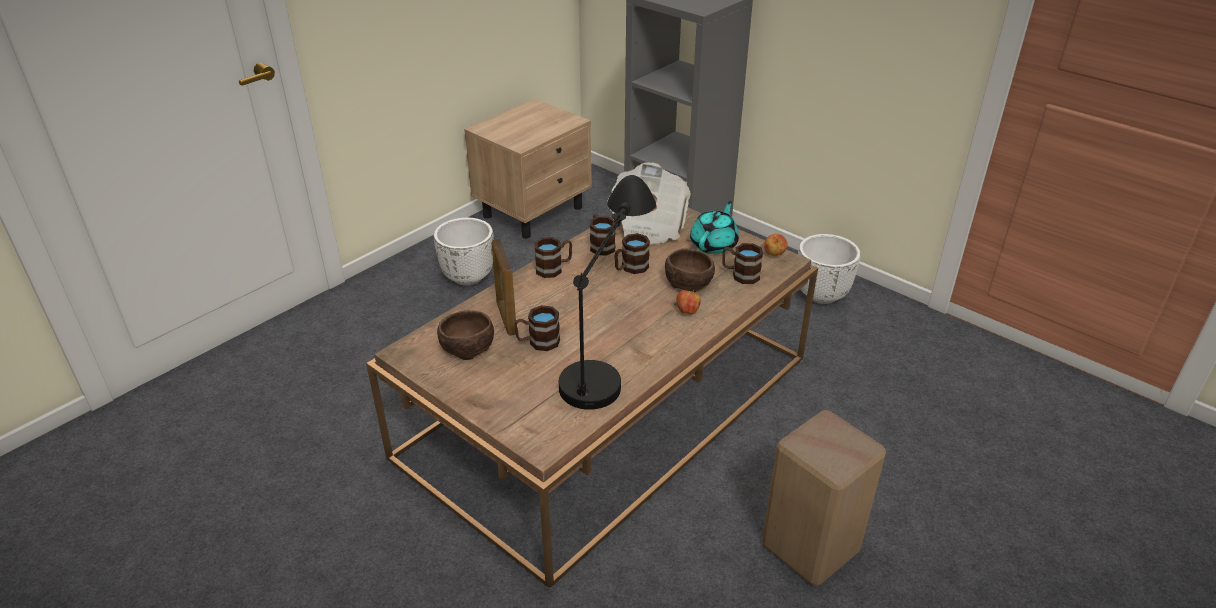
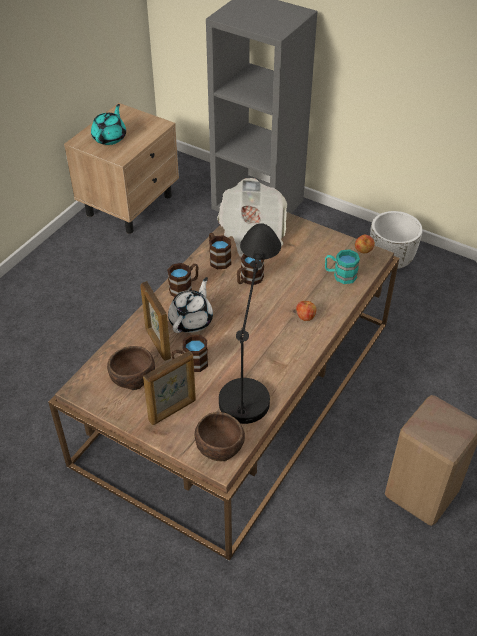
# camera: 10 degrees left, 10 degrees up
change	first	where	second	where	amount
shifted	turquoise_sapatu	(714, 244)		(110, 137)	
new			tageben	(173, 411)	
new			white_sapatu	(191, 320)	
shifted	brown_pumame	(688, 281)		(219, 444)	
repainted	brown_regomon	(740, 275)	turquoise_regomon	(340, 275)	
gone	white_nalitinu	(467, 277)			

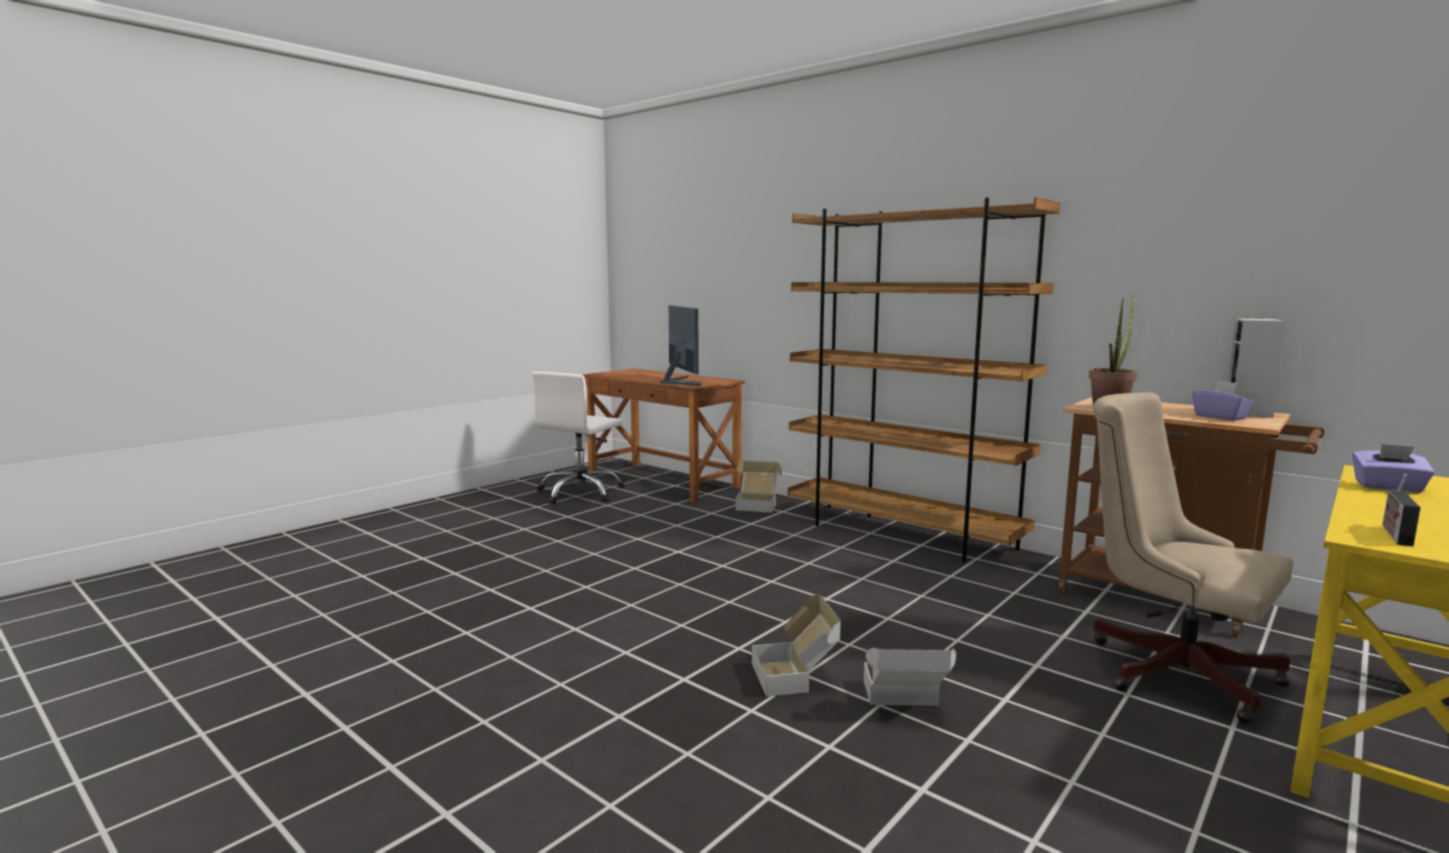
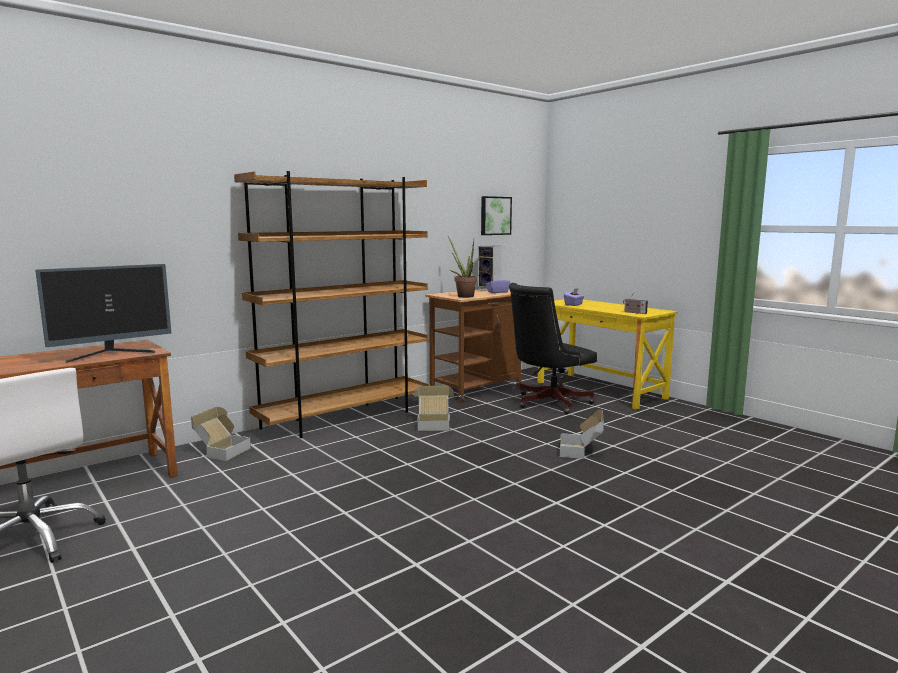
# camera: 80 degrees left, 0 degrees up
change	first	where	second	where	amount
rotated	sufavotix	(680, 382)		(112, 354)	150 degrees clockwise
shifted	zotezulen	(796, 676)		(433, 424)	
new			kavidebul	(495, 215)	
repainted	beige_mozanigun	(1170, 668)	black_mozanigun	(547, 403)	

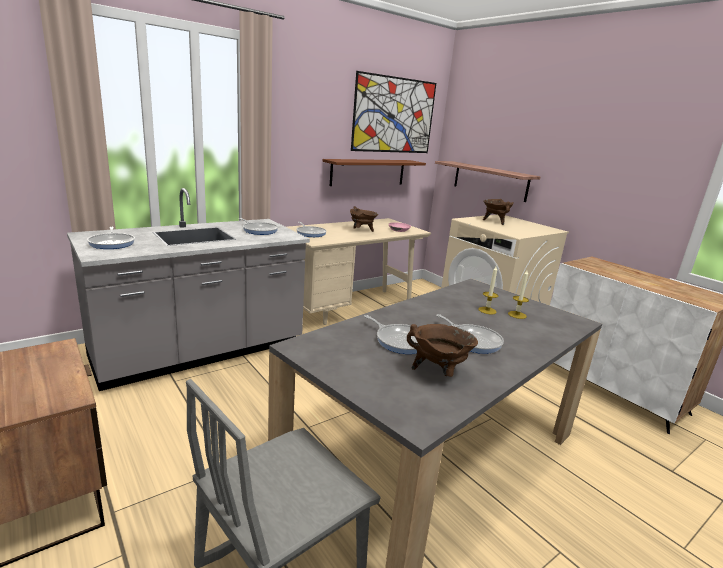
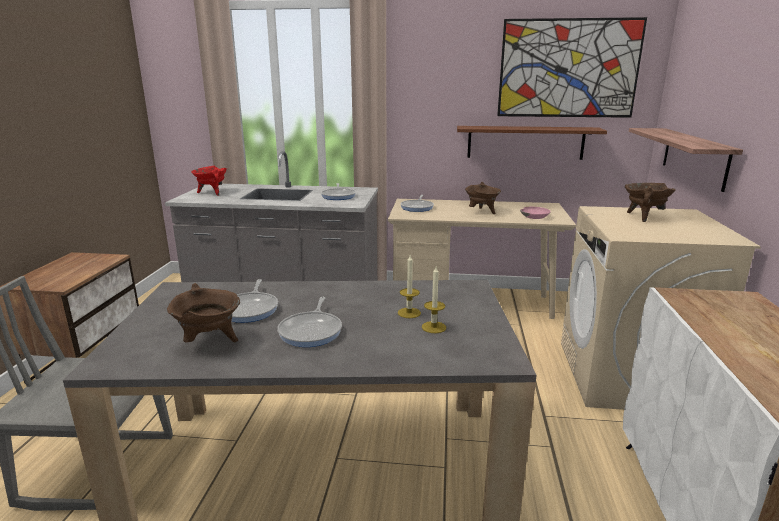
# camera: 45 degrees right, 0 degrees up
change	first	where	second	where	amount
swapped	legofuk	(112, 243)	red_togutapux	(211, 193)	

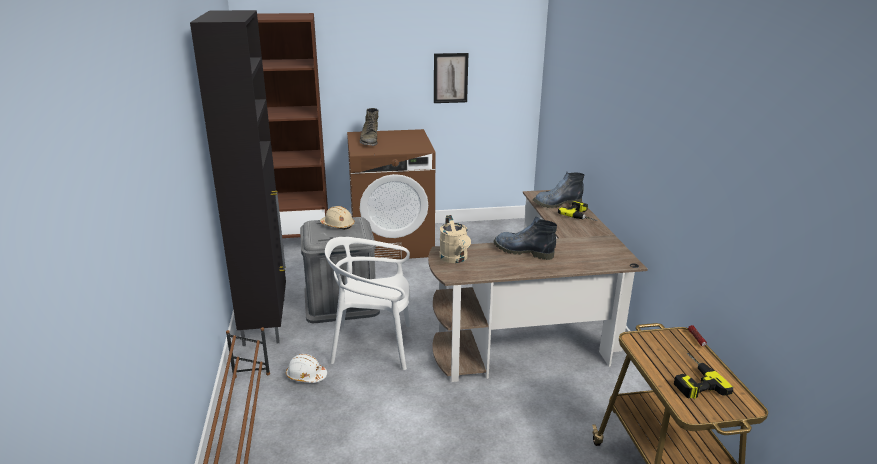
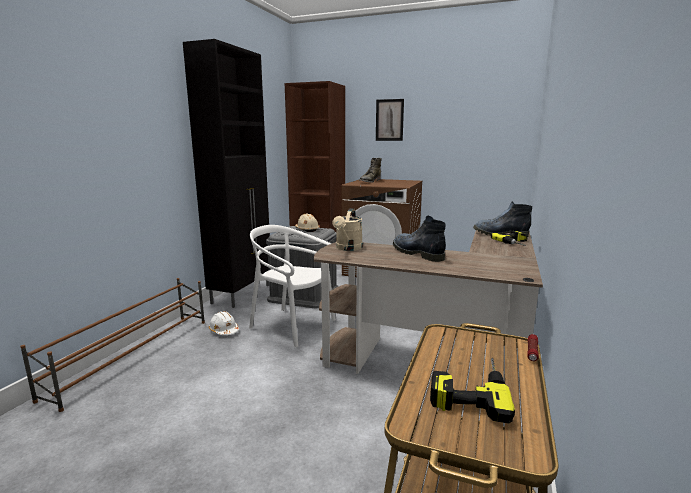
# camera: 30 degrees right, 10 degrees down
change	first	where	second	where	amount
shifted	kavidebul	(450, 78)		(389, 120)	

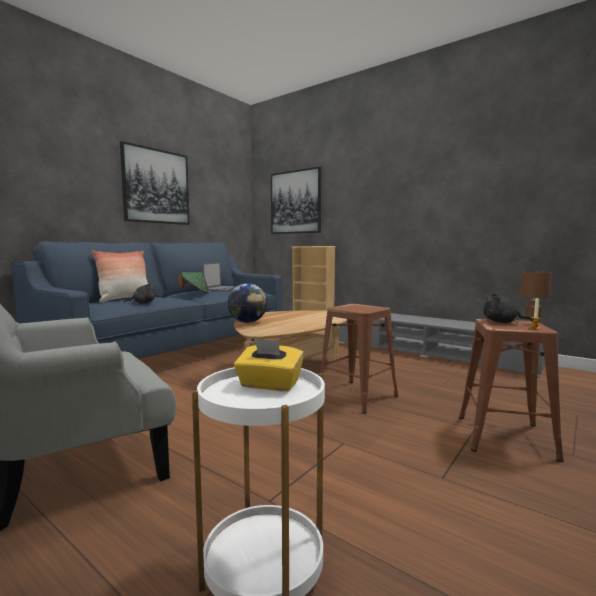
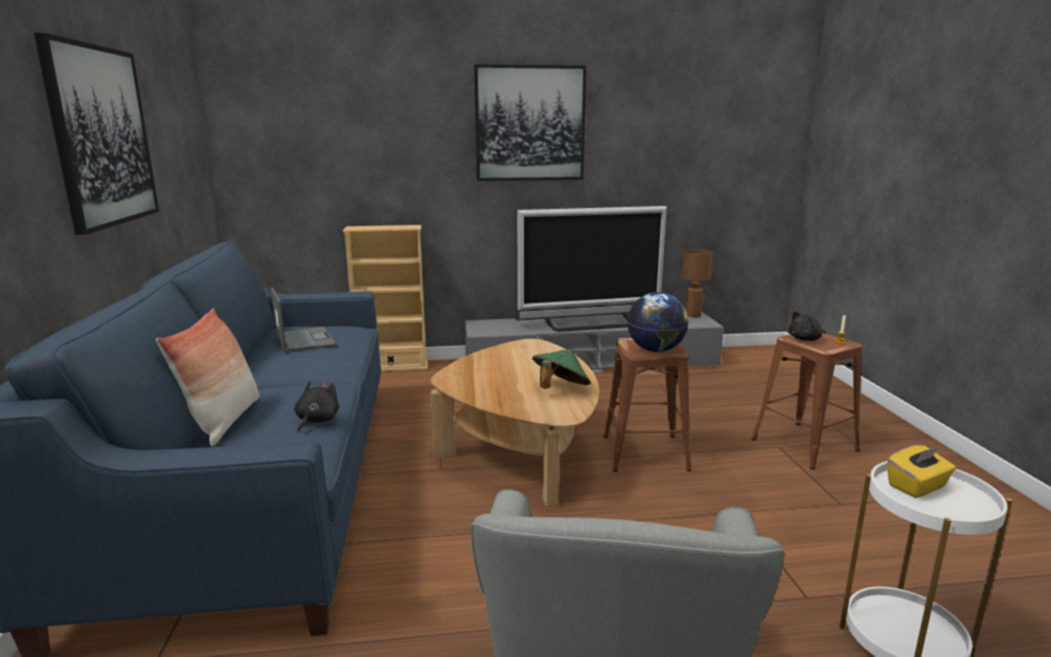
# camera: 45 degrees left, 10 degrees up
change	first	where	second	where	amount
shifted	kavidebul	(295, 202)		(530, 124)	
new			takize	(591, 323)	
shifted	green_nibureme	(195, 293)		(560, 389)	
shifted	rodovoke	(247, 322)		(656, 350)	

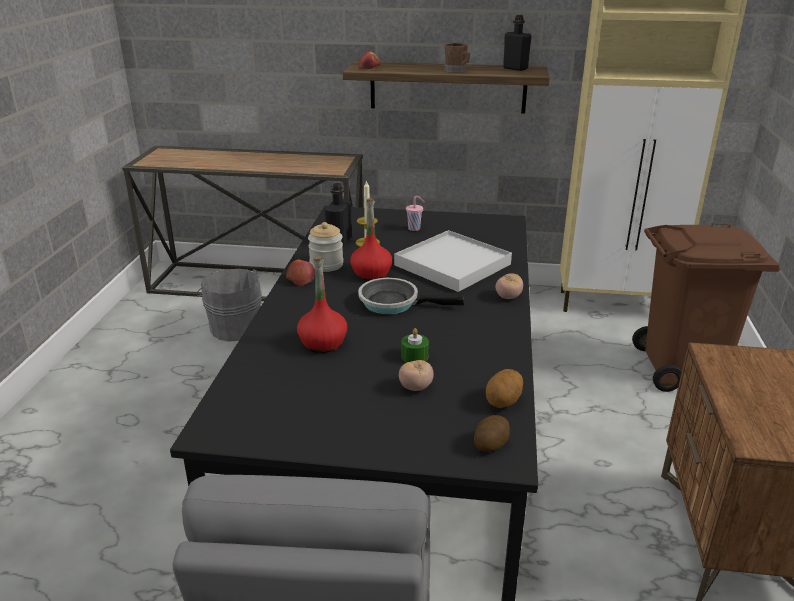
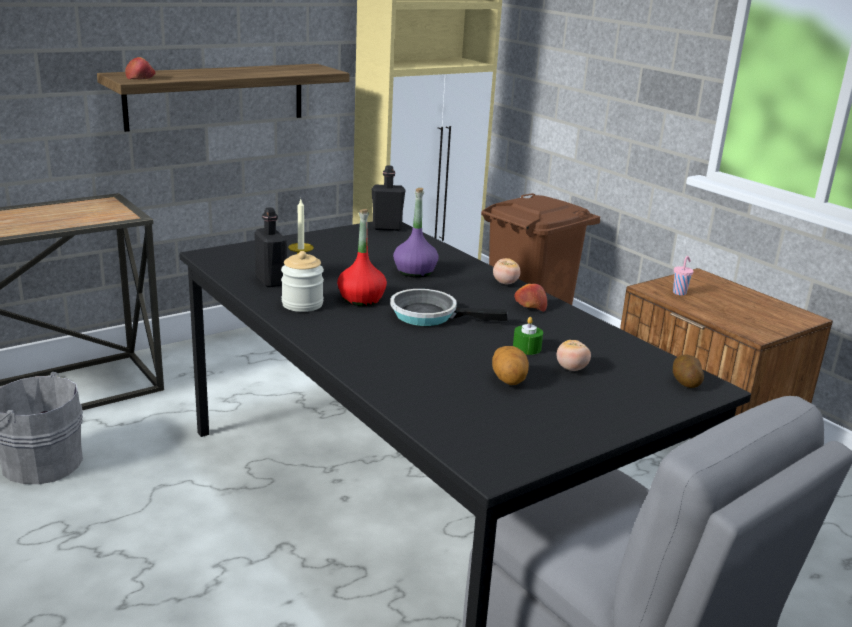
# camera: 45 degrees left, 5 degrees down
change	first	where	second	where	amount
shifted	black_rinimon	(515, 68)		(387, 228)	
rotated	legofuk	(394, 303)		(429, 315)	45 degrees clockwise
swapped	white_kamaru	(452, 265)	purple_rinimon	(415, 272)	
shifted	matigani	(503, 402)		(509, 380)	
shifted	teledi	(300, 279)		(529, 306)	
shifted	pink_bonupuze	(415, 229)		(679, 293)	
gone	red_rinimon	(322, 343)			
gone	brown_regomon	(457, 71)			

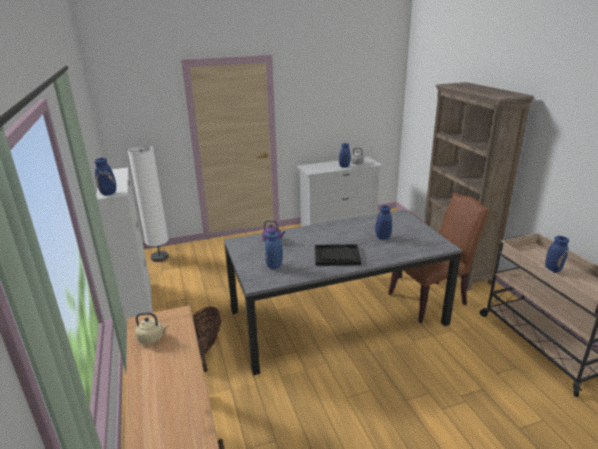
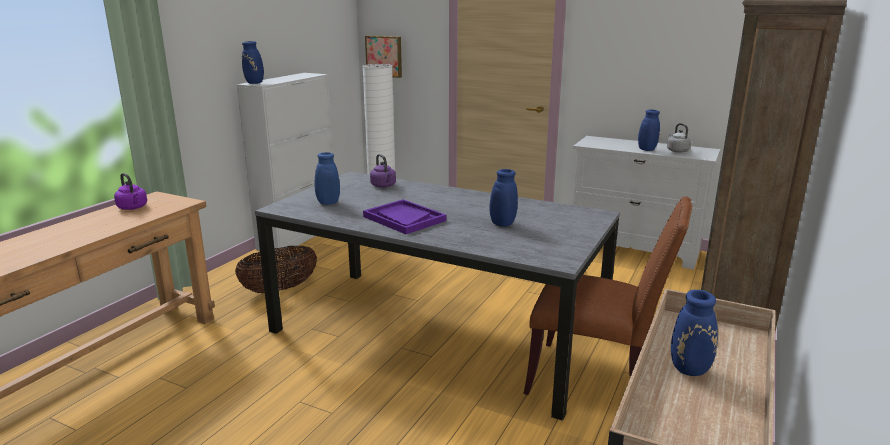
# camera: 45 degrees right, 5 degrees down
change	first	where	second	where	amount
repainted	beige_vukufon	(152, 338)	purple_vukufon	(133, 208)	
repainted	black_kamaru	(337, 256)	purple_kamaru	(404, 218)	
new			kavidebul	(384, 56)	

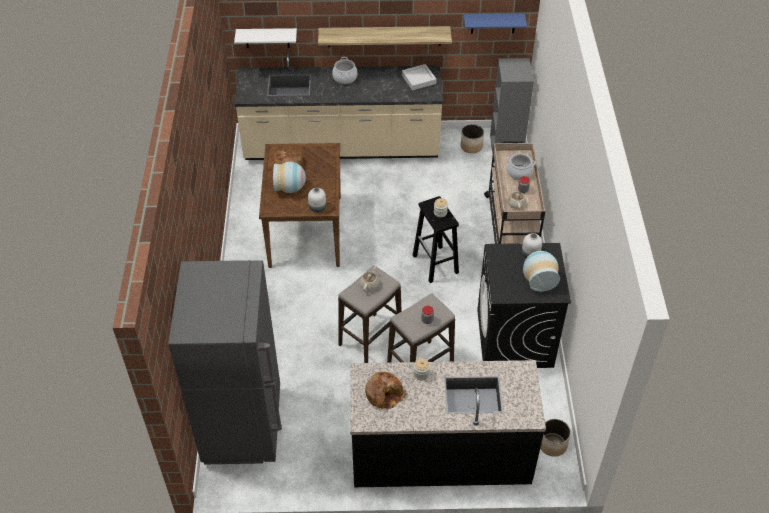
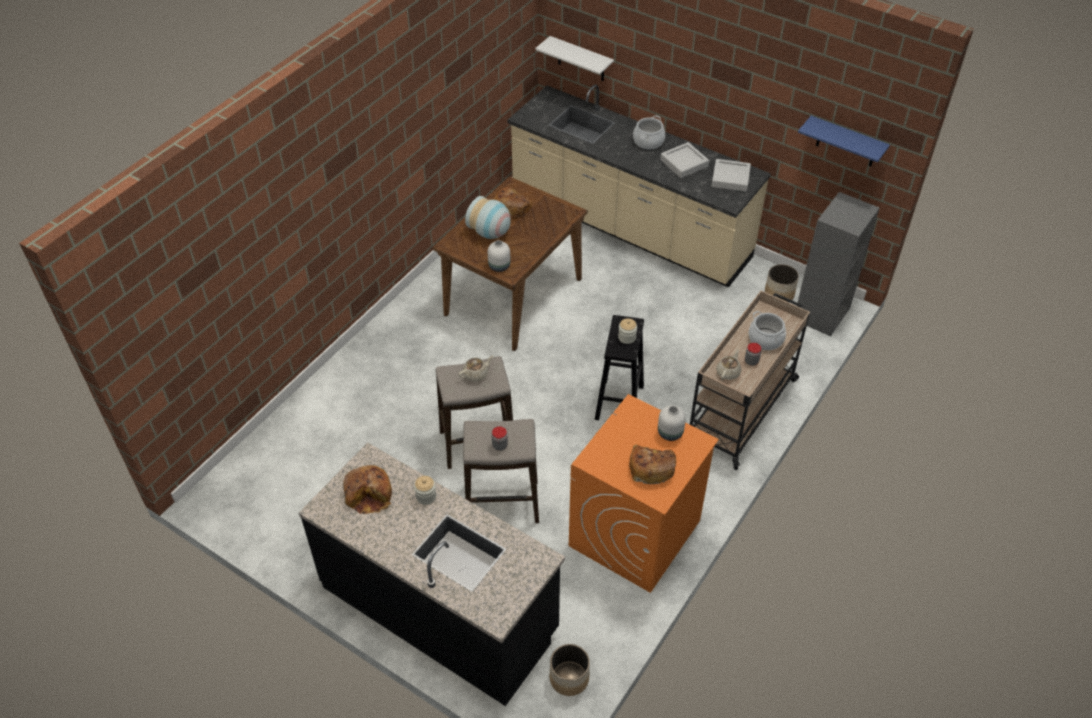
# camera: 35 degrees right, 0 degrees up
change	first	where	second	where	amount
repainted	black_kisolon	(515, 338)	orange_kisolon	(634, 534)	
swapped	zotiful	(538, 280)	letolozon	(651, 467)	
new			grey_kamaru	(684, 163)	
gone	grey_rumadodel	(243, 426)			
gone	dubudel	(384, 36)			

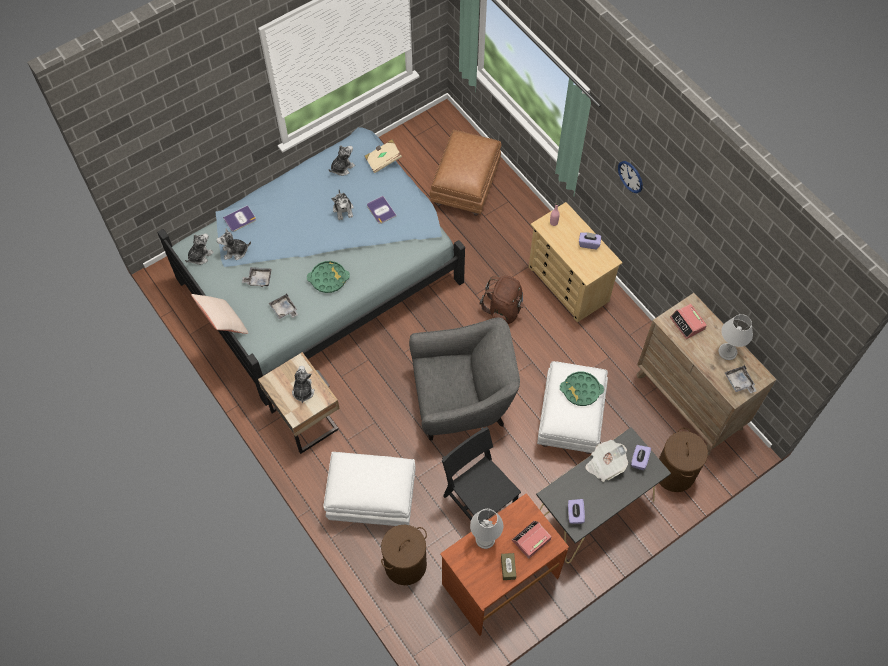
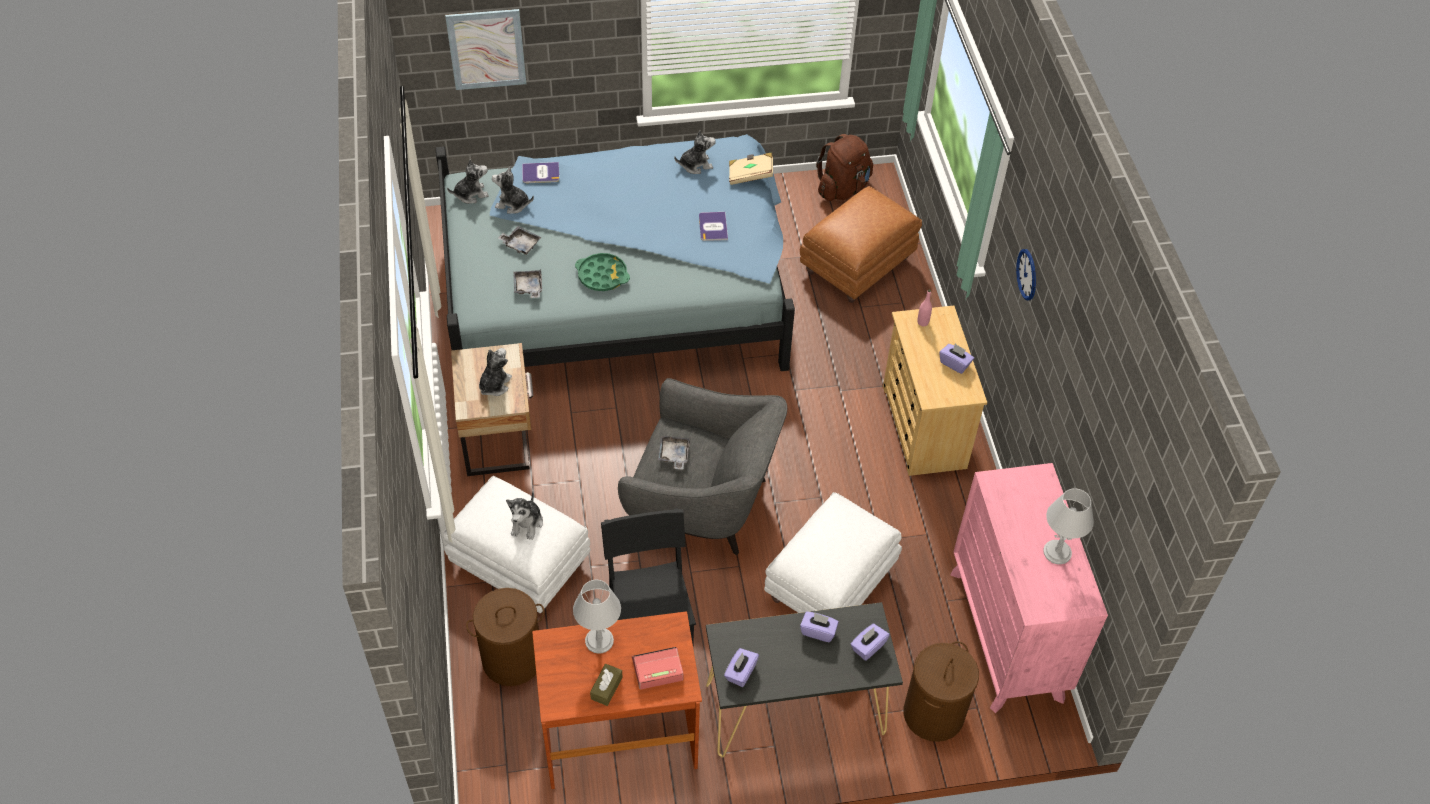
# camera: 25 degrees right, 10 degrees down
change	first	where	second	where	amount
new			kavidebul	(486, 49)	
shifted	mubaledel	(343, 209)		(527, 523)	
shifted	grey_kamaru	(739, 382)		(674, 455)	
swapped	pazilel	(605, 464)	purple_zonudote	(818, 631)	
shifted	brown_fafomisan	(504, 311)		(843, 189)	
repainted	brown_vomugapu	(689, 401)	pink_vomugapu	(1006, 635)	
gone	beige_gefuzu	(223, 323)			
gone	green_kamaru	(581, 390)			
gone	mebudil	(687, 323)			

